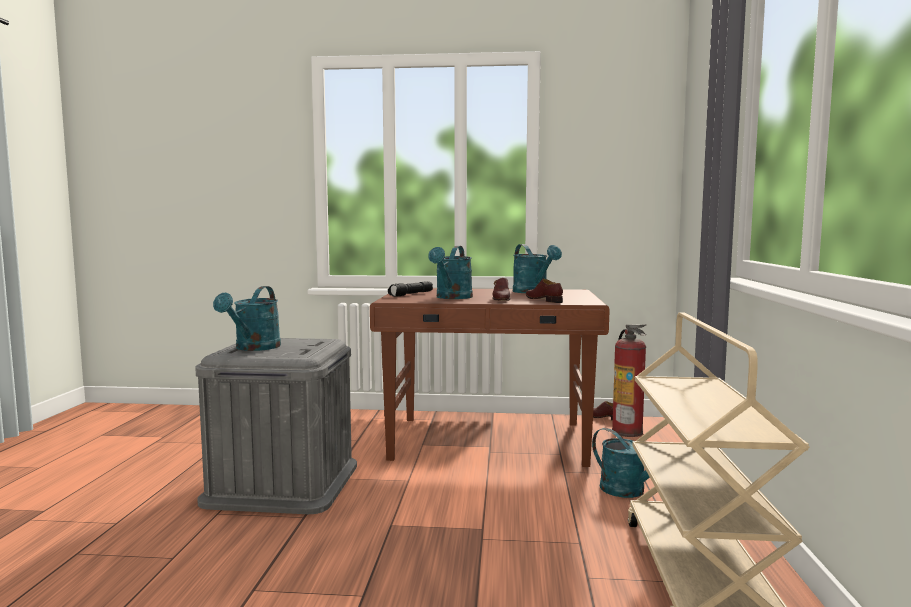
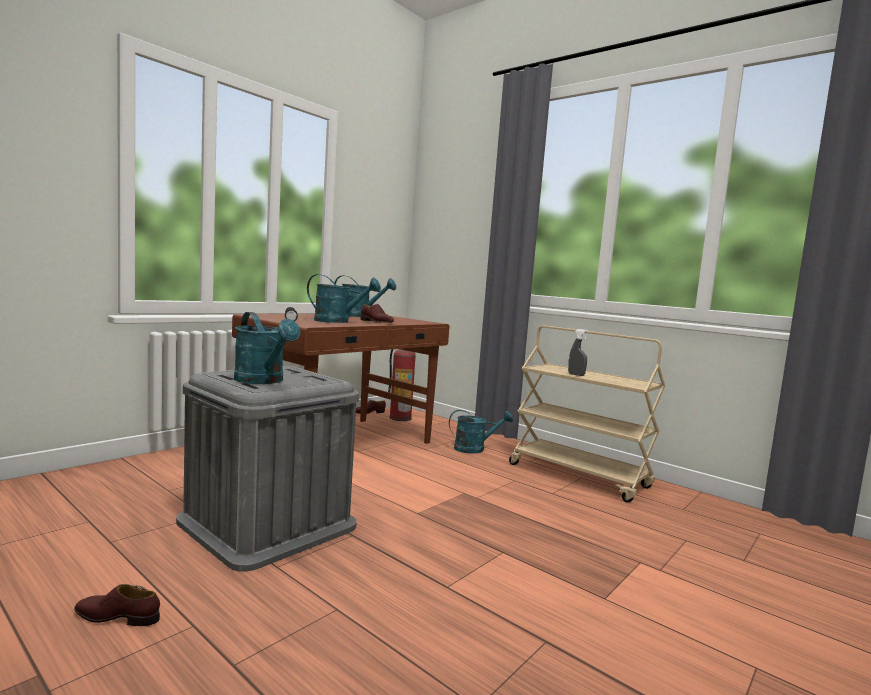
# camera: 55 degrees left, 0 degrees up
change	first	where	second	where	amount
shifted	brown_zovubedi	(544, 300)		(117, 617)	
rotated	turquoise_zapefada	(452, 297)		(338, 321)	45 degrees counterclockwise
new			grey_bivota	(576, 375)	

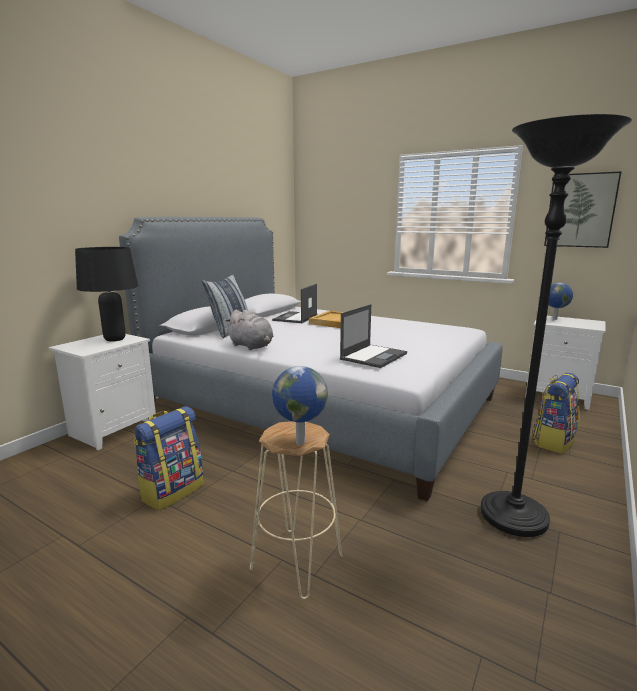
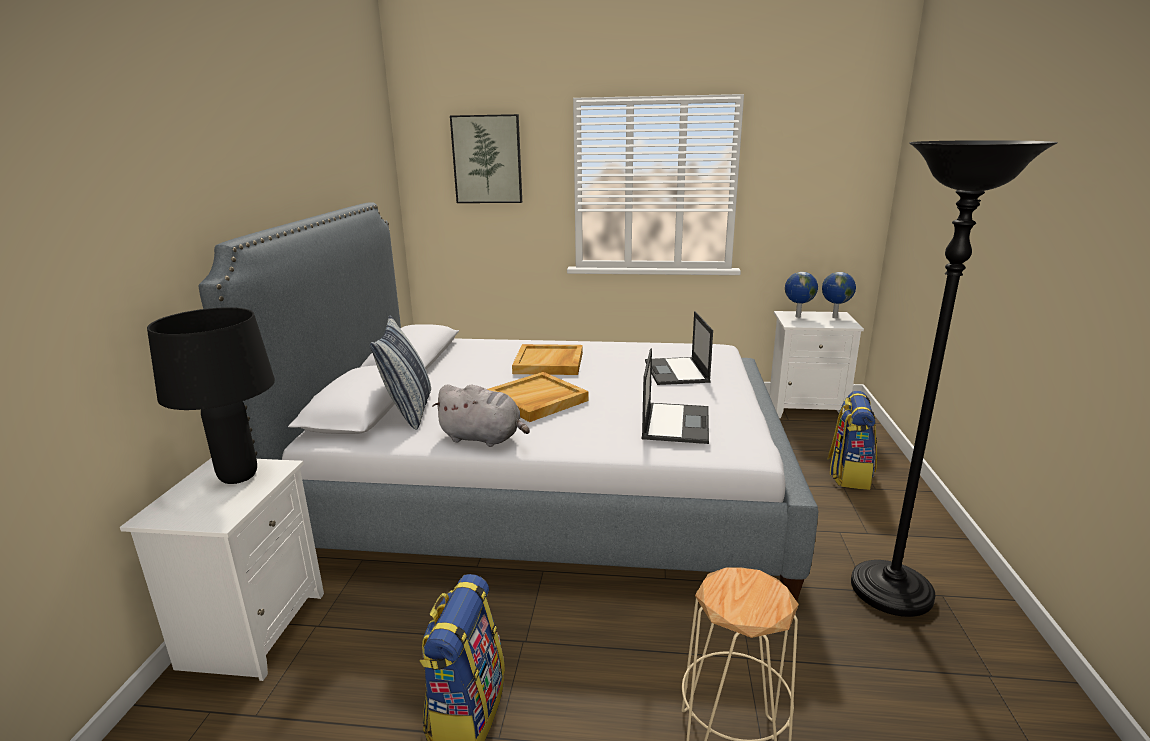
# camera: 25 degrees left, 5 degrees up
change	first	where	second	where	amount
shifted	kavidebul	(580, 210)		(487, 159)	
new			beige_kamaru	(536, 400)	
shifted	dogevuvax	(295, 318)		(677, 372)	
shifted	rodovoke	(299, 442)		(834, 317)	

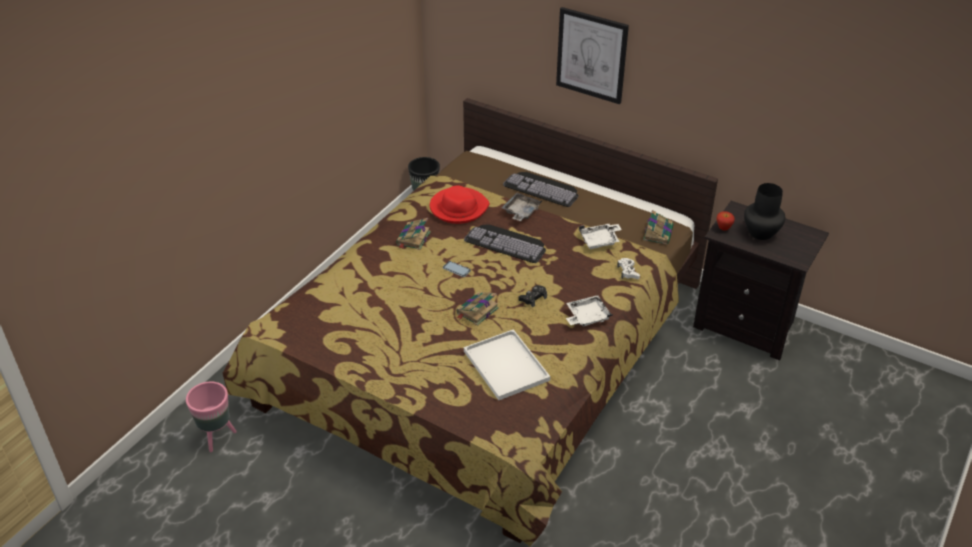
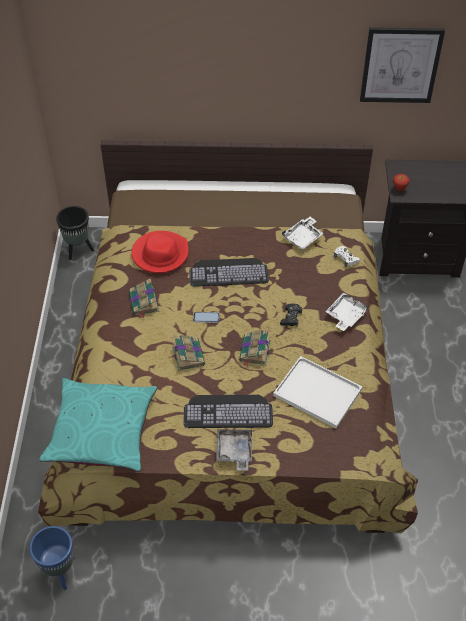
# camera: 30 degrees left, 10 degrees up
change	first	where	second	where	amount
repainted	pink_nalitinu	(217, 437)	blue_nalitinu	(60, 571)	
new			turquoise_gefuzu	(101, 431)	
shifted	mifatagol	(658, 233)		(188, 355)	
shifted	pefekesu	(543, 188)		(229, 411)	
shifted	grey_kamaru	(521, 212)		(234, 452)	
shifted	kavidebul	(591, 55)		(400, 65)	
gone	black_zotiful	(760, 232)			

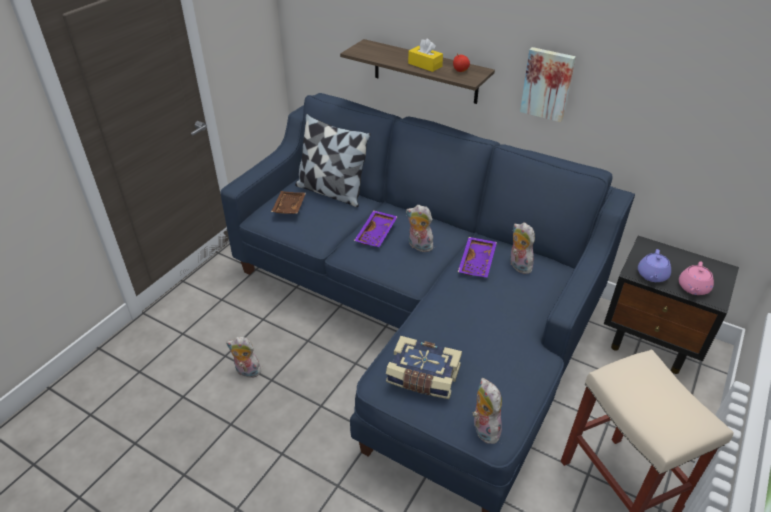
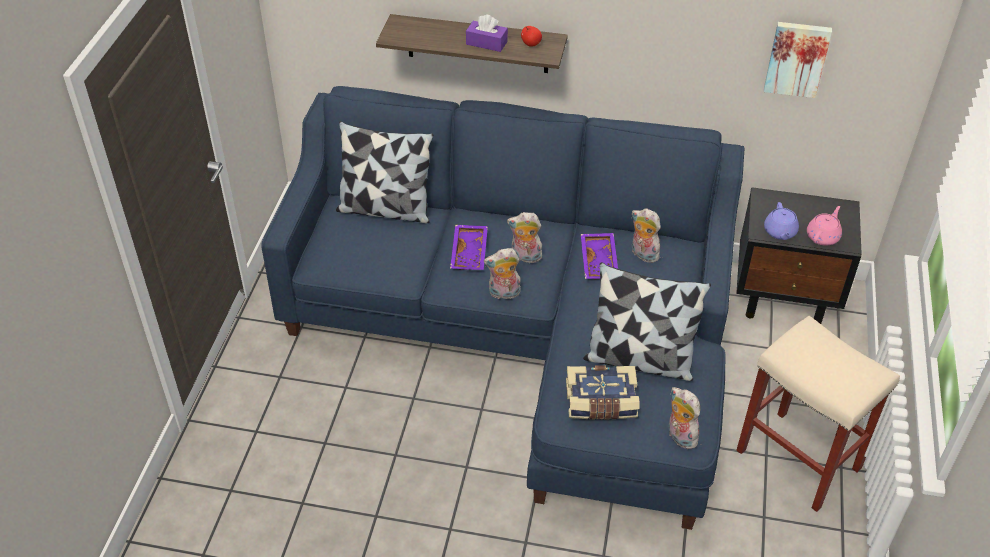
# camera: 20 degrees left, 5 degrees up
change	first	where	second	where	amount
repainted	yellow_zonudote	(425, 65)	purple_zonudote	(486, 43)	
shifted	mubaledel	(246, 372)		(503, 294)	
new			gefuzu	(639, 359)	
shifted	kavidebul	(547, 84)		(797, 58)	
rotated	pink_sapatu	(693, 288)		(823, 236)	150 degrees counterclockwise
gone	brown_kamaru	(288, 207)			

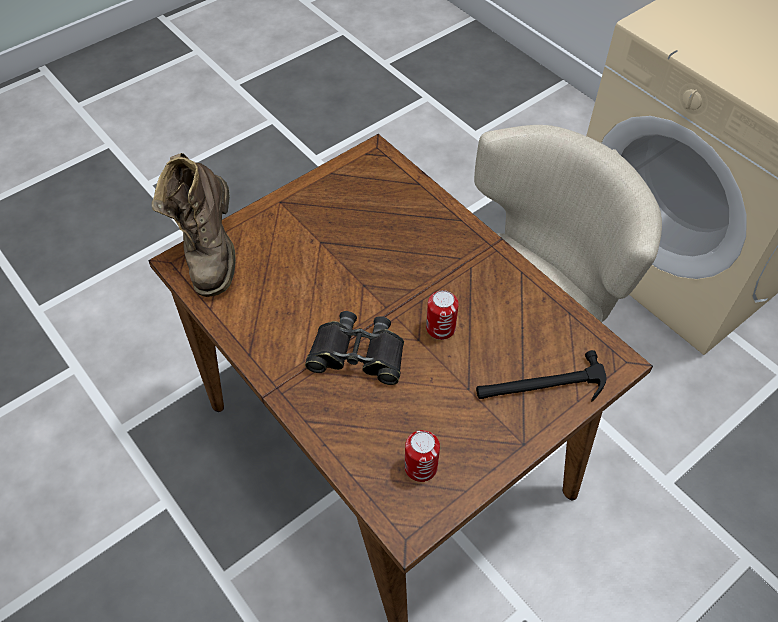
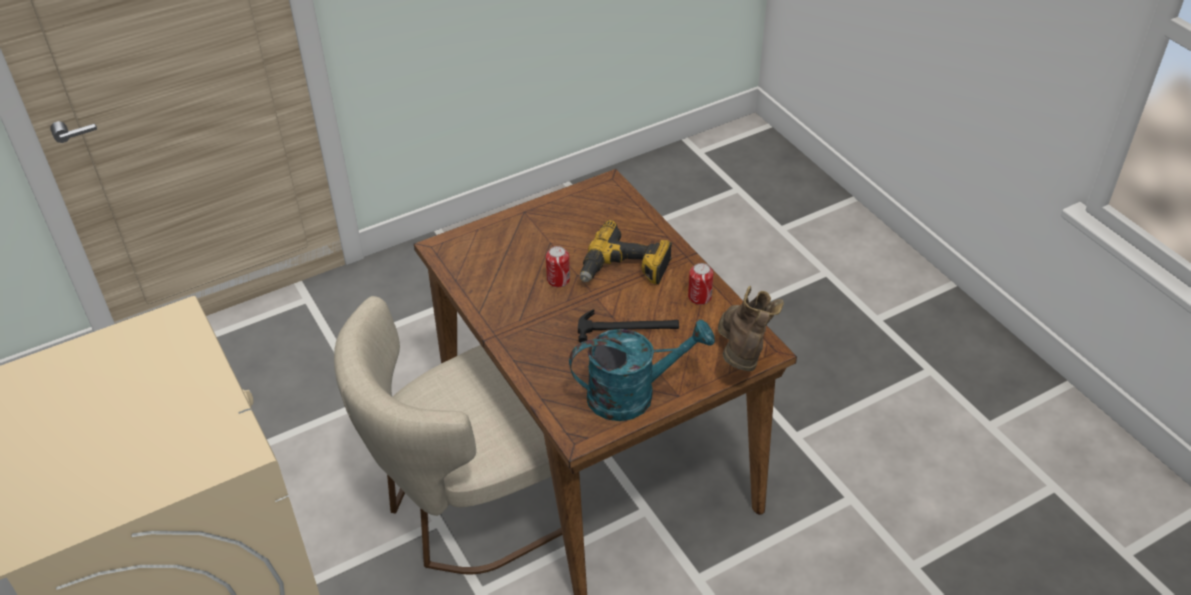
# camera: 170 degrees left, 10 degrees down
change	first	where	second	where	amount
new			turquoise_zapefada	(633, 394)	
shifted	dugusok	(540, 386)		(628, 327)	
swapped	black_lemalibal	(358, 354)	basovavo	(625, 270)	
shifted	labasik	(420, 467)		(699, 297)	

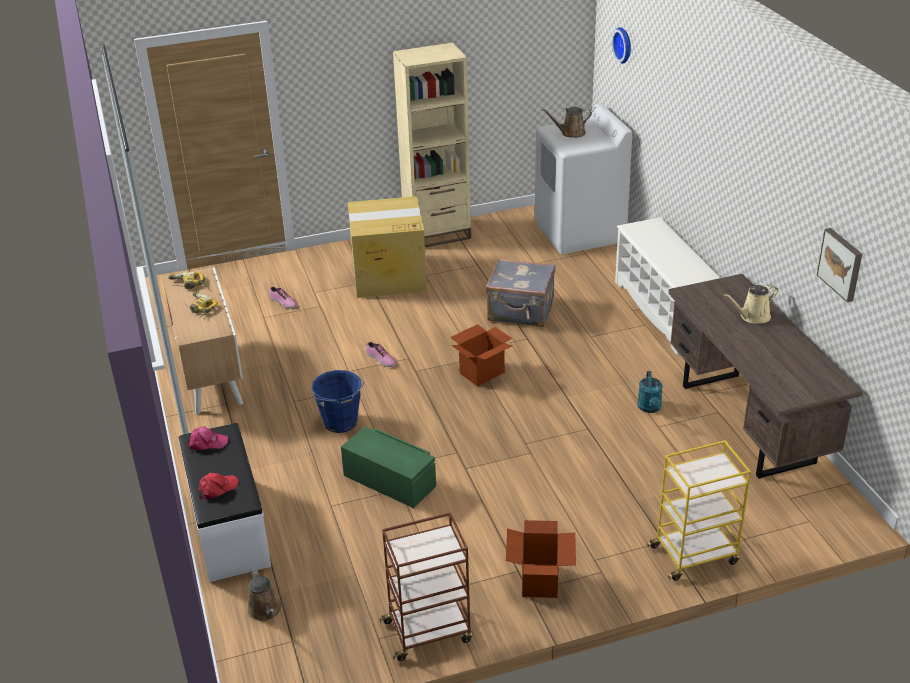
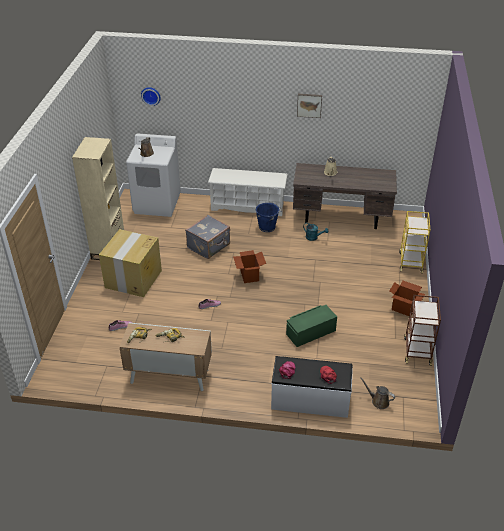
# camera: 65 degrees left, 5 degrees up
change	first	where	second	where	amount
shifted	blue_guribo	(341, 423)		(267, 227)	
shifted	kavidebul	(841, 264)		(309, 105)	
rotated	brown_zapefada	(265, 610)		(378, 401)	150 degrees counterclockwise

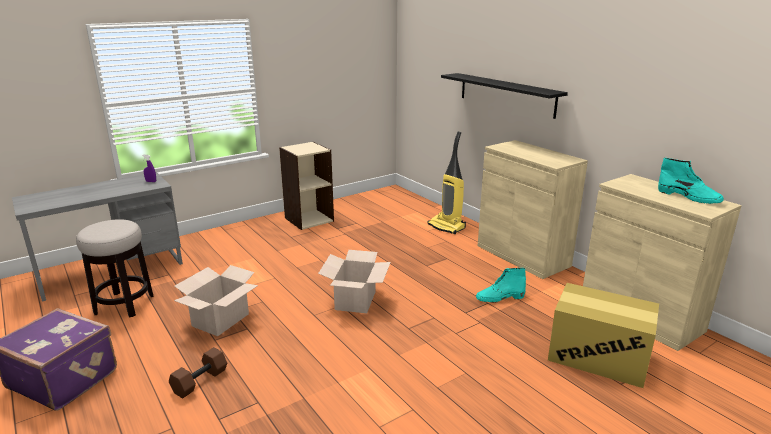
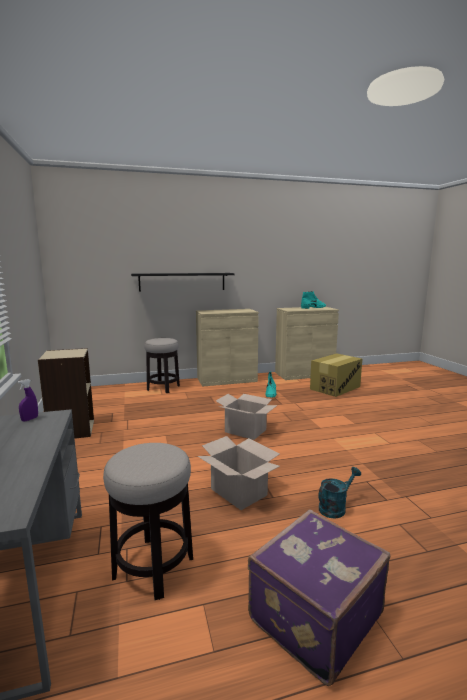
# camera: 70 degrees left, 10 degrees down
change	first	where	second	where	amount
swapped	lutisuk	(447, 226)	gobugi	(163, 388)	
swapped	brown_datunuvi	(200, 380)	turquoise_zapefada	(335, 507)	

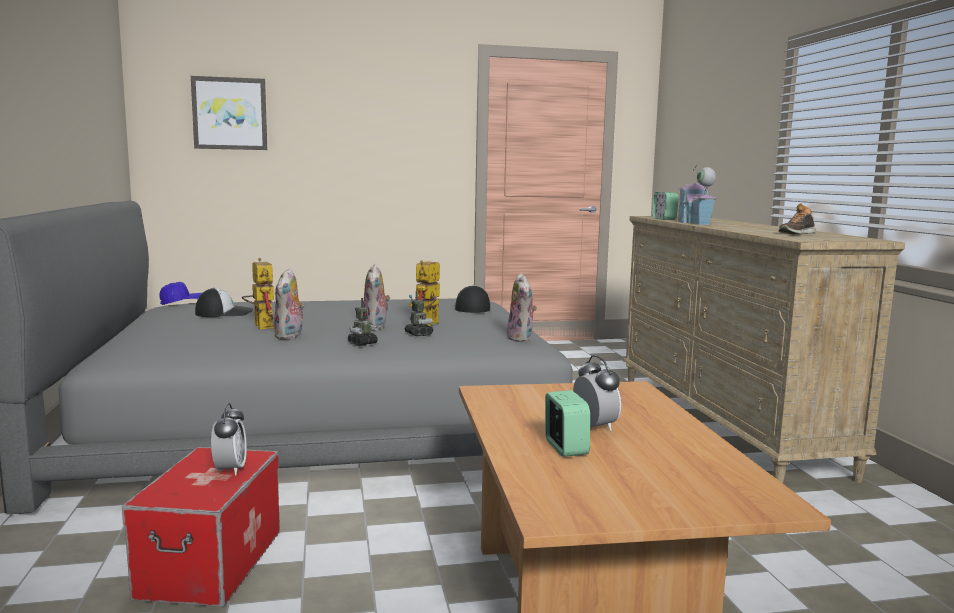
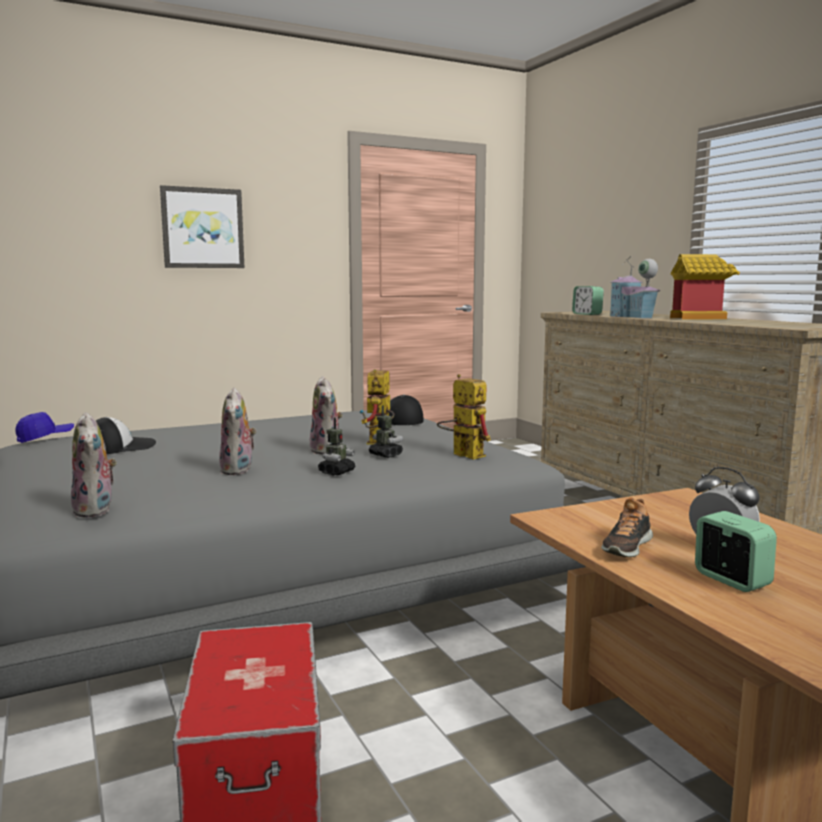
# camera: 15 degrees left, 0 degrees up
change	first	where	second	where	amount
shifted	mubaledel	(522, 339)		(96, 510)	
shifted	kavidebul	(230, 113)		(202, 228)	
shifted	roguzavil	(261, 325)		(462, 454)	
shifted	zovubedi	(796, 233)		(626, 546)	
new			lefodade	(699, 318)	
gone	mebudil	(230, 470)			

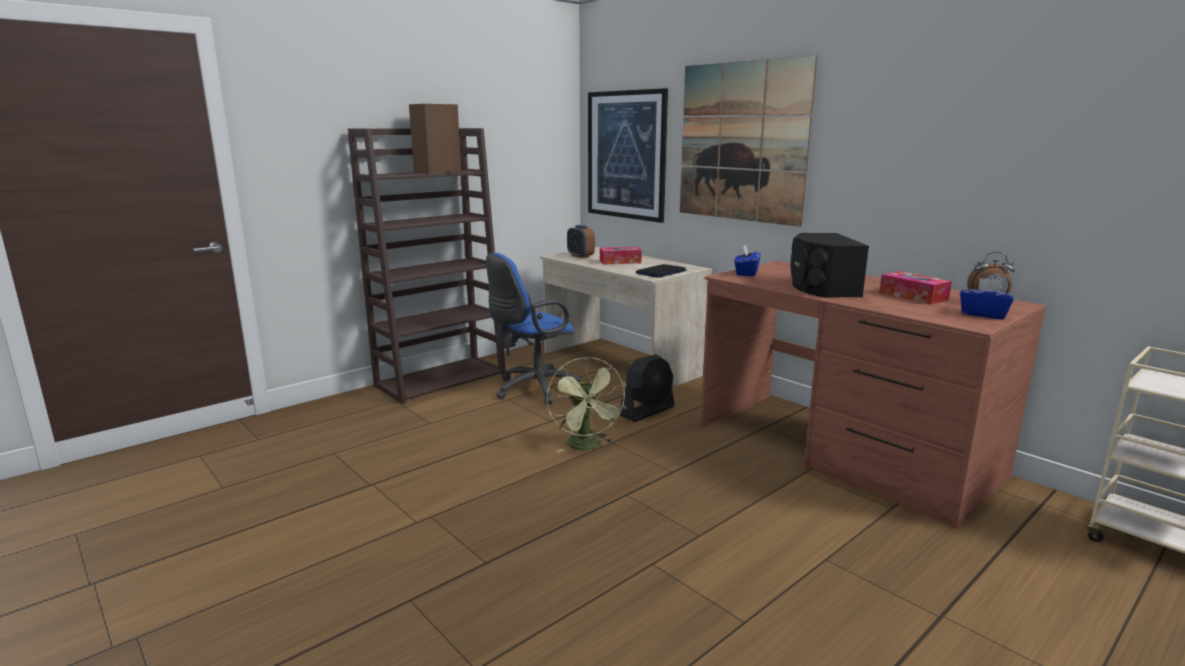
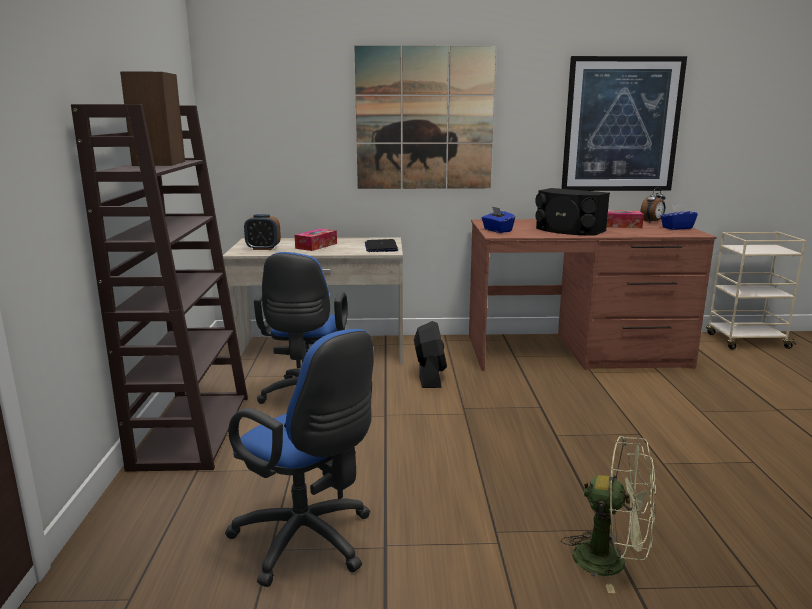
# camera: 50 degrees left, 0 degrees up
change	first	where	second	where	amount
new			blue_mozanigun	(308, 542)	
shifted	kavidebul	(626, 155)		(621, 125)	
shifted	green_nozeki	(587, 446)		(611, 561)	

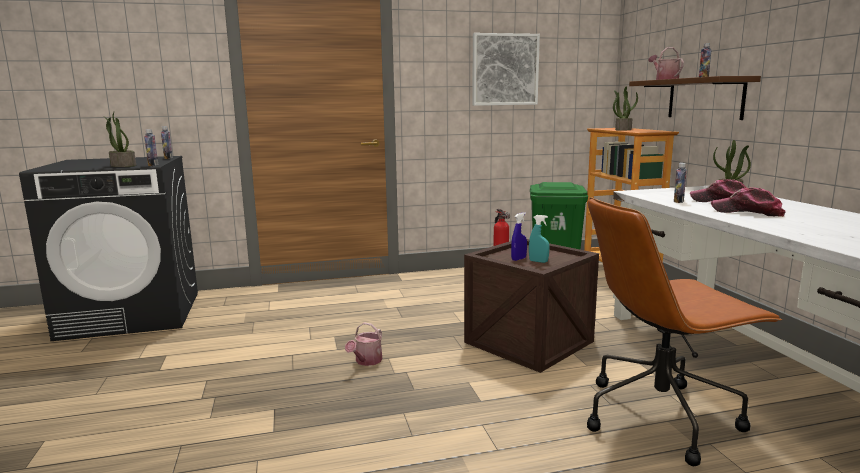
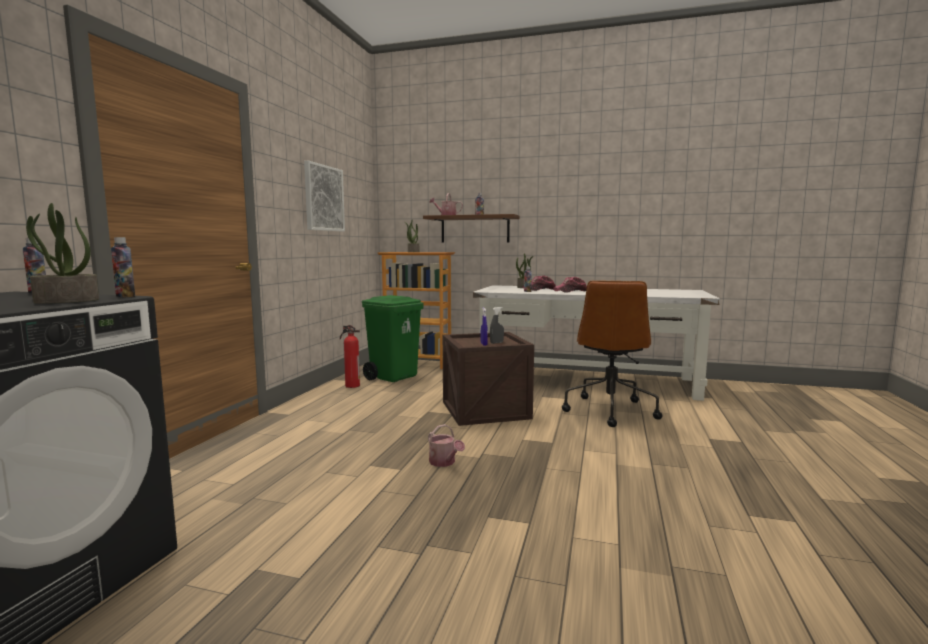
# camera: 60 degrees left, 5 degrees down
change	first	where	second	where	amount
repainted	turquoise_bivota	(538, 261)	grey_bivota	(496, 343)	

